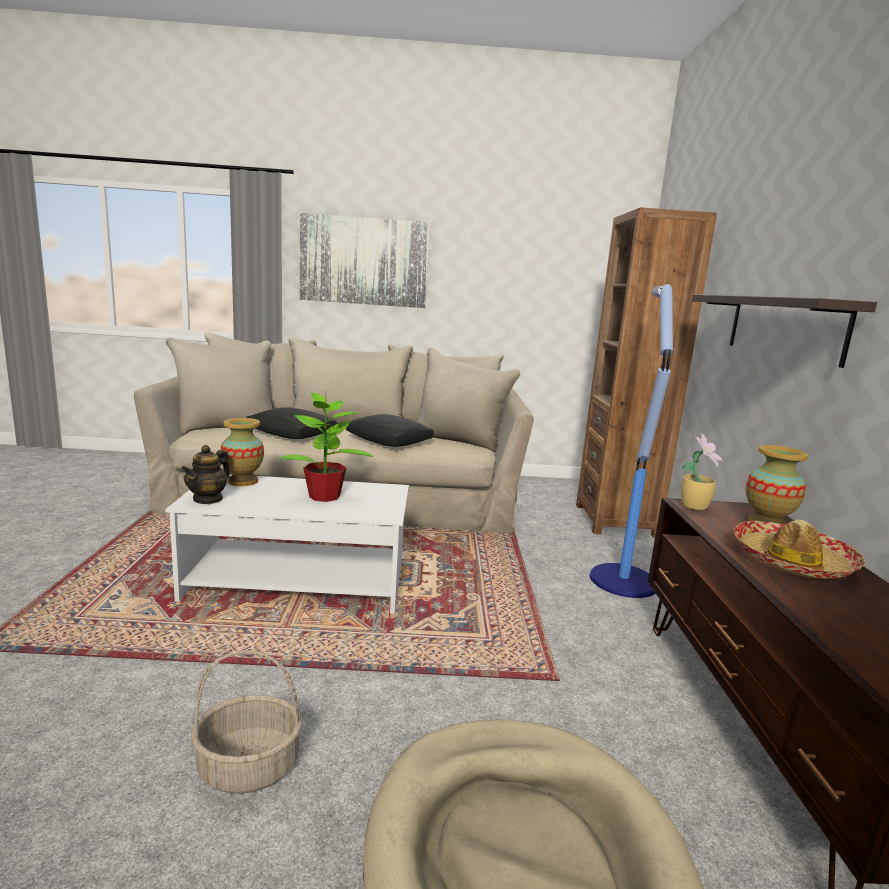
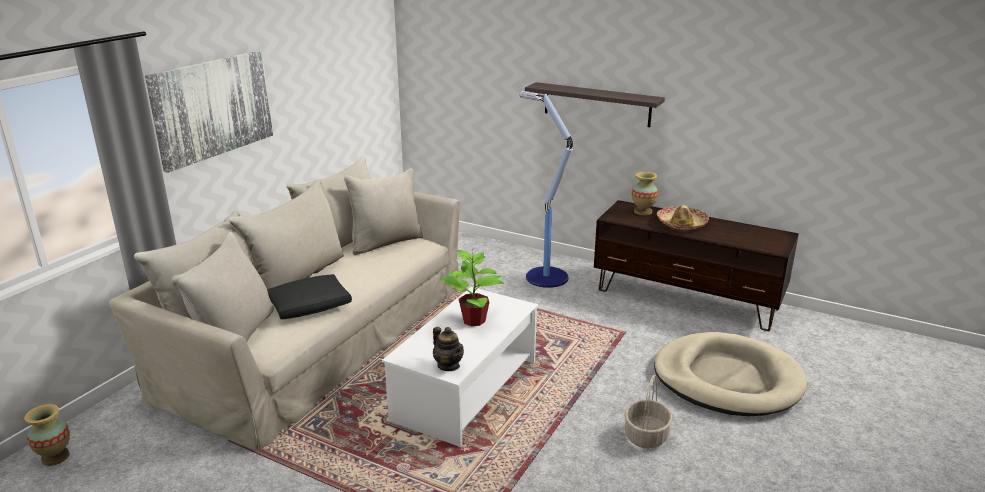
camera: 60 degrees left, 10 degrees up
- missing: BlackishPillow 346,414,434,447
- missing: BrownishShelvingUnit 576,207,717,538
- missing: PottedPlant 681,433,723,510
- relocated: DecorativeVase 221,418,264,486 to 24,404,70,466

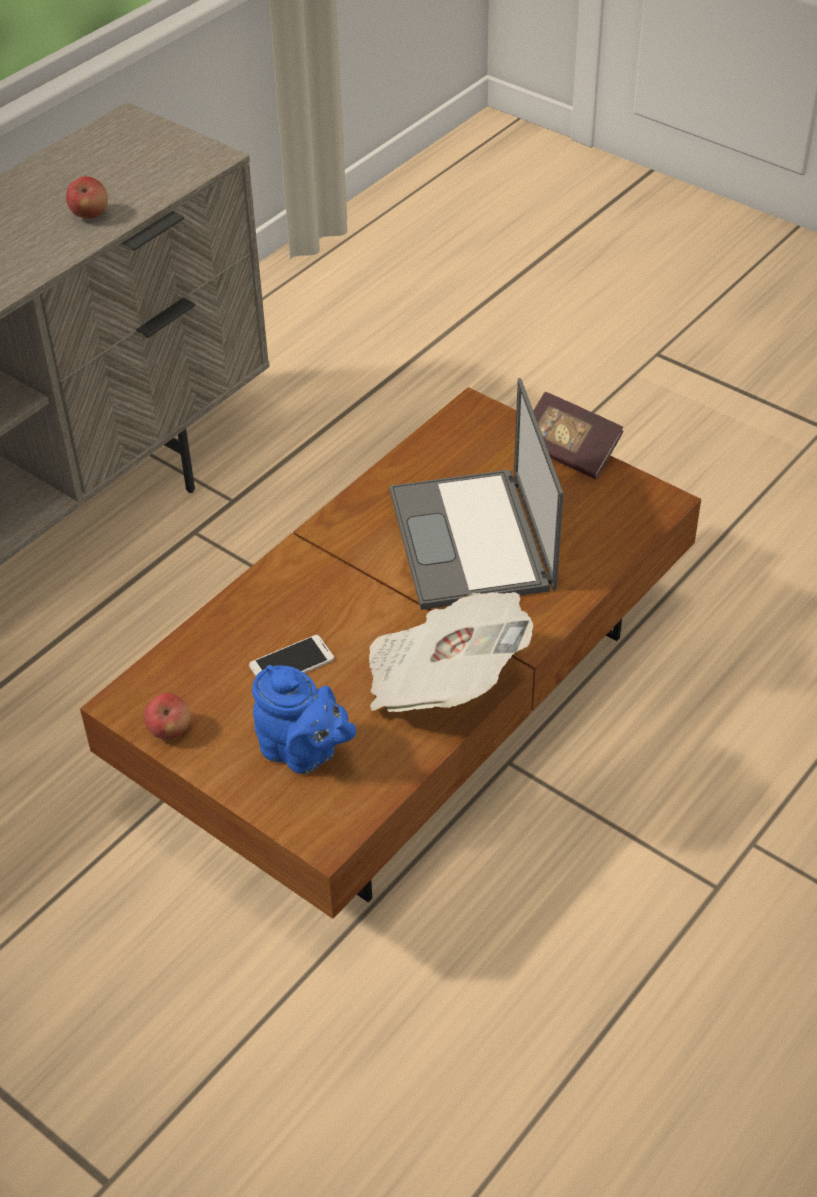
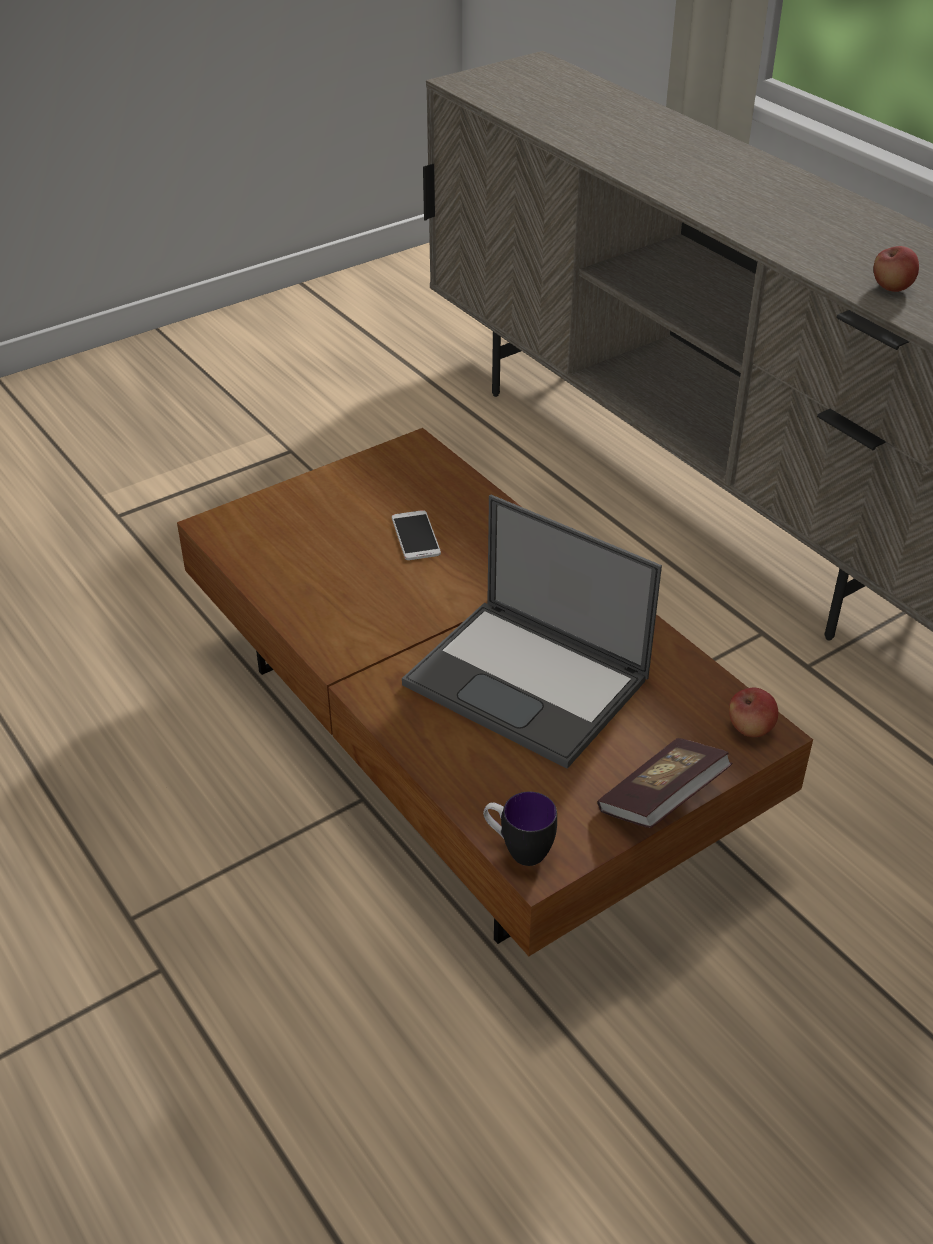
camera: 105 degrees right, 5 degrees down
- missing: BlueTeaPot 252,665,356,774
- missing: DailyPaper 369,592,533,712
- appeared: Mug 483,791,557,866
- relocated: AppleFruit 144,693,191,739 to 729,687,778,737
- spun: NotebookComputer 390,378,564,610 = 402,494,662,769 150 degrees counterclockwise

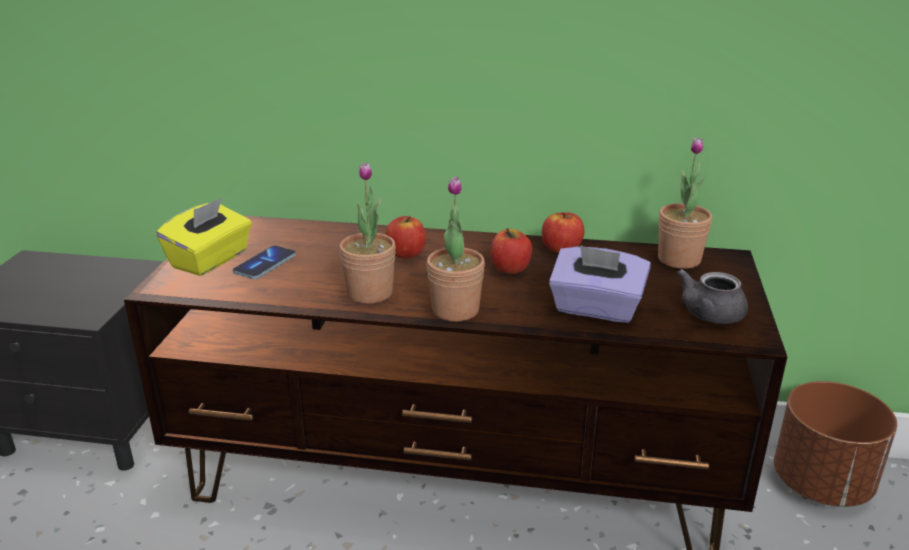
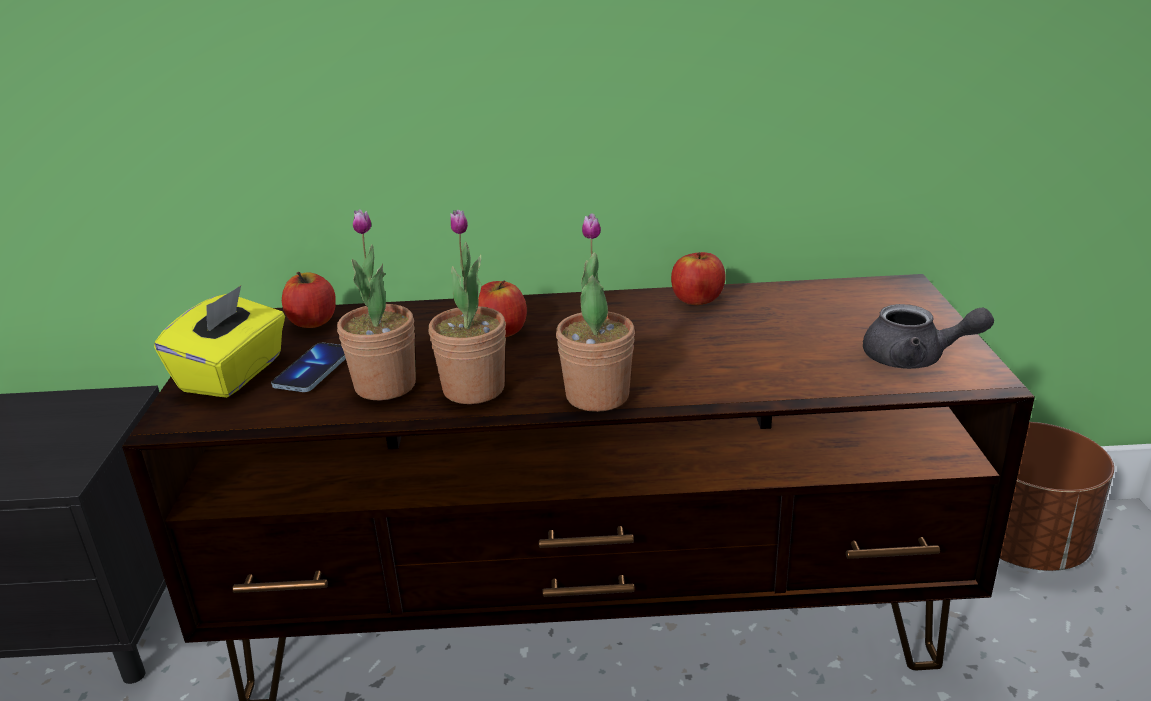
camera: 10 degrees left, 0 degrees up
- missing: PurpleColouredTissueBox 549,245,651,323
- relocated: AppleFruit 490,228,532,274 to 282,272,336,328
- relocated: PottedPlant 658,137,712,269 to 337,209,416,401
- spun: GrayTeaPot 677,269,748,324 = 863,304,994,369 105 degrees counterclockwise

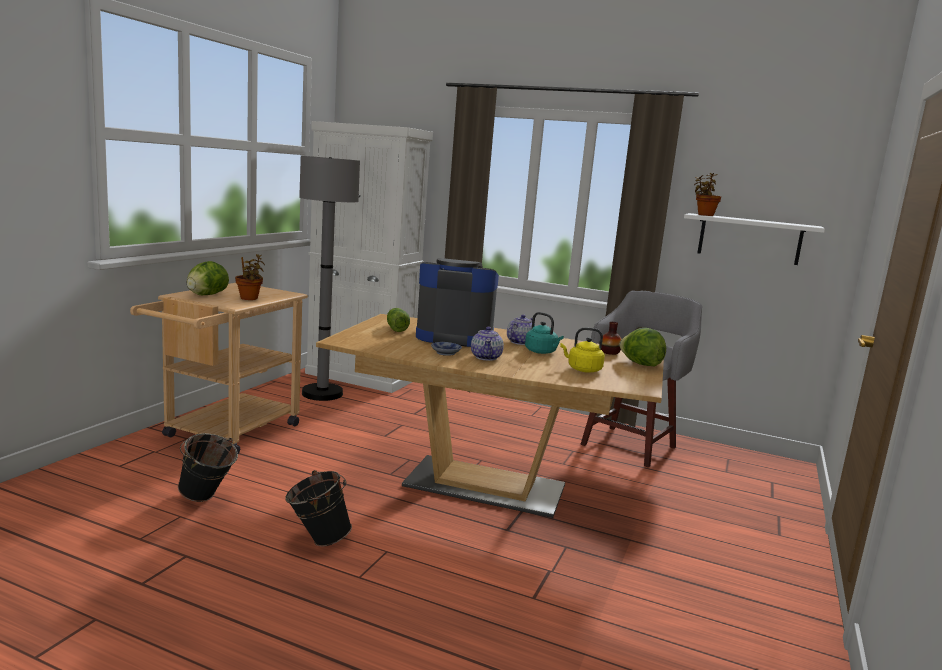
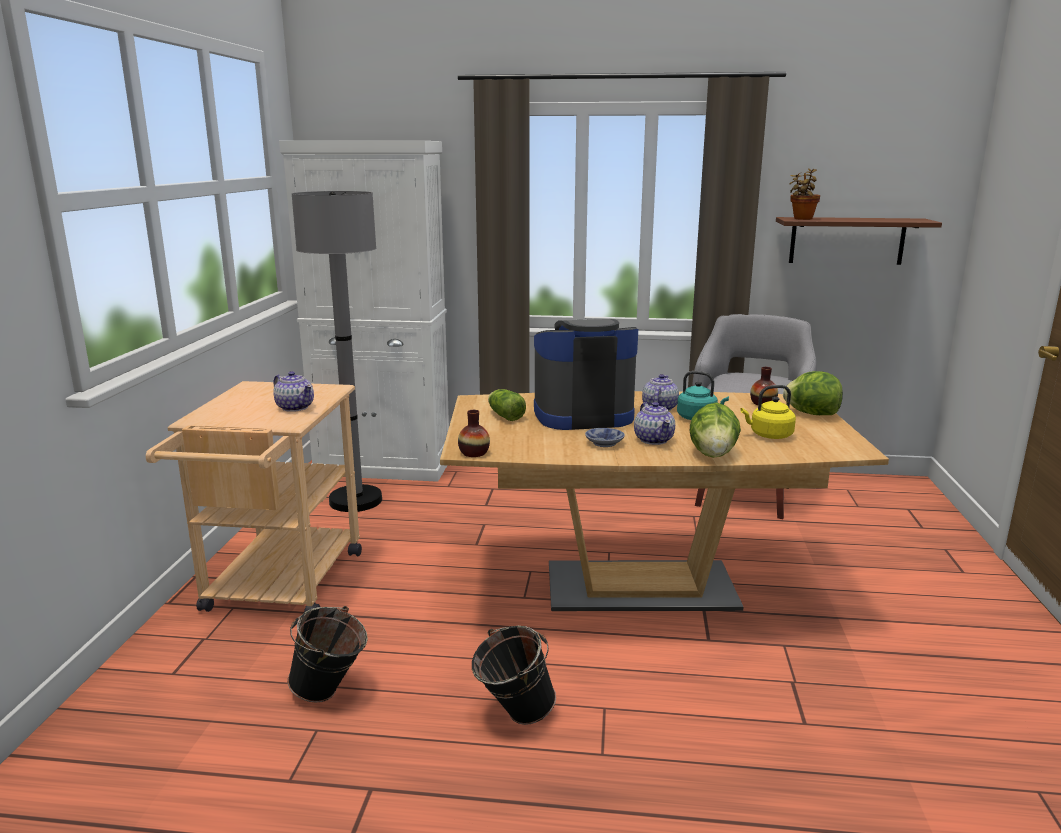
camera: 15 degrees left, 5 degrees up
- appeared: DecorativeVase 458,410,490,457
- relocated: LettuceHead 186,261,229,295 to 689,403,741,458
- exchanged: PottedPlant 235,254,265,300 to TeaPot 273,371,314,412
- colour: WhitishShelf 684,213,825,265 to BrownishShelf 776,217,942,265

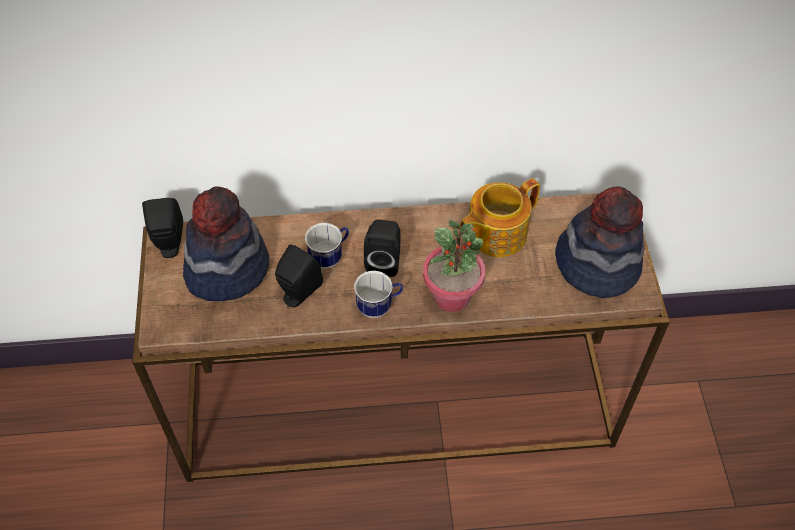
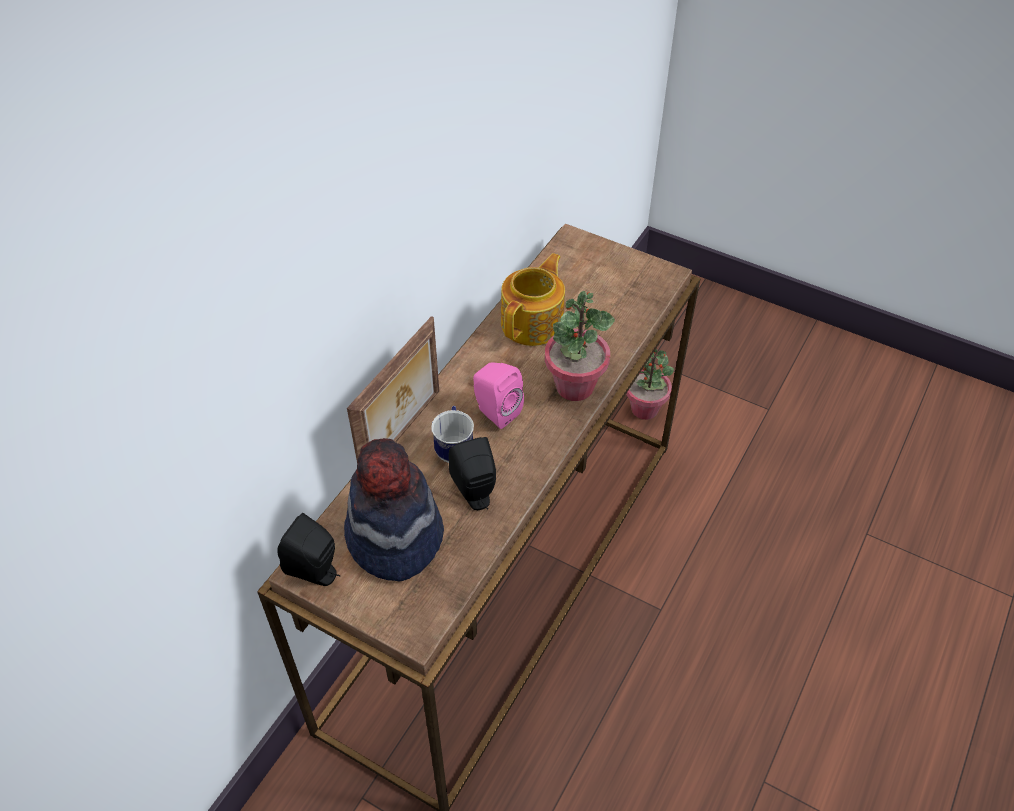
camera: 55 degrees left, 5 degrees down
- missing: Mug 354,271,403,318
- missing: Hat 555,187,645,298
- appeared: StandingFrame 347,316,439,460
- appeared: PottedPlant 626,349,674,420
- colour: BlackishLoudspeaker 364,220,400,277 to PinkLoudspeaker 473,362,524,429
- spun: TeaPot 460,178,540,257 = 501,253,565,346 150 degrees counterclockwise

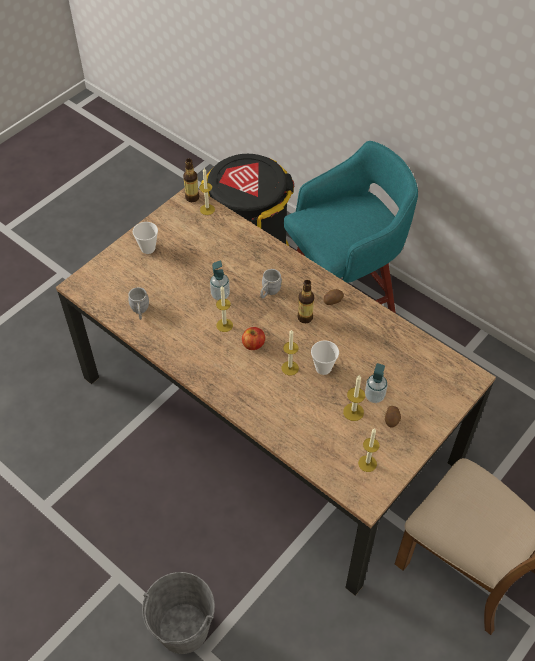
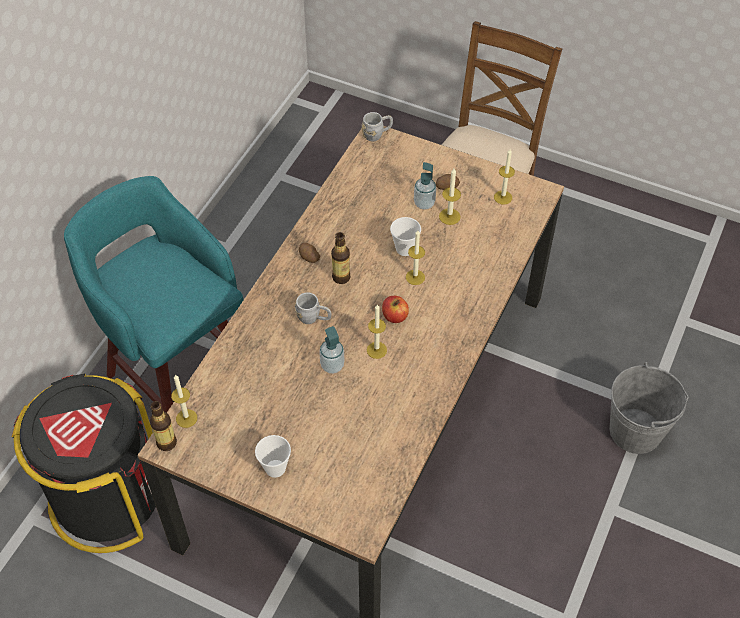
camera: 105 degrees left, 0 degrees up
- relocated: GrayMug 128,287,149,320 to 362,112,393,141

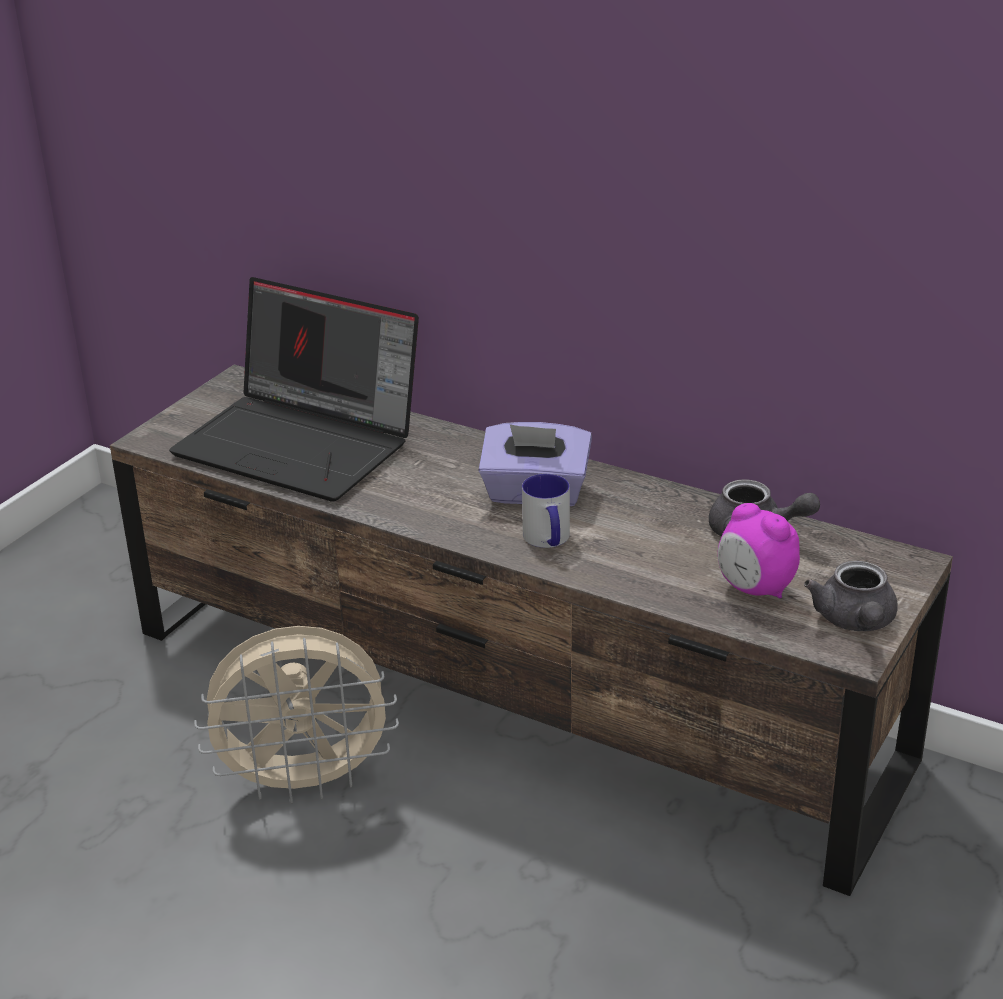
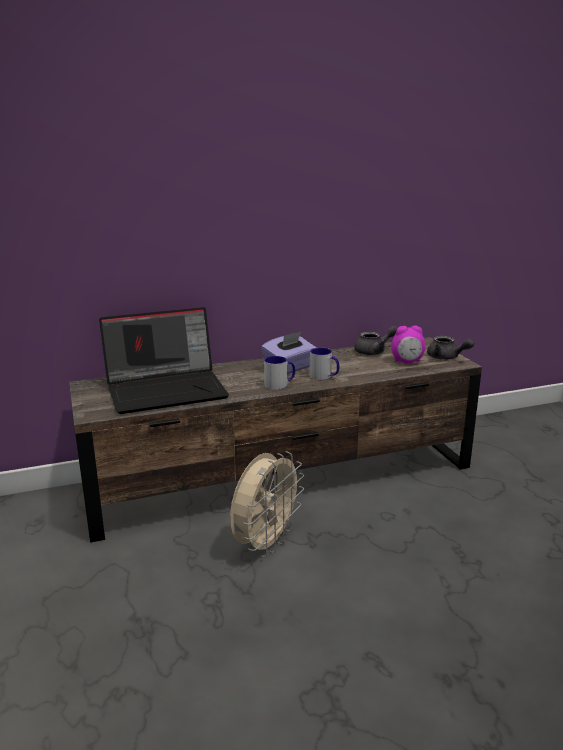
camera: 50 degrees left, 10 degrees down
- appeared: Mug 264,356,295,390

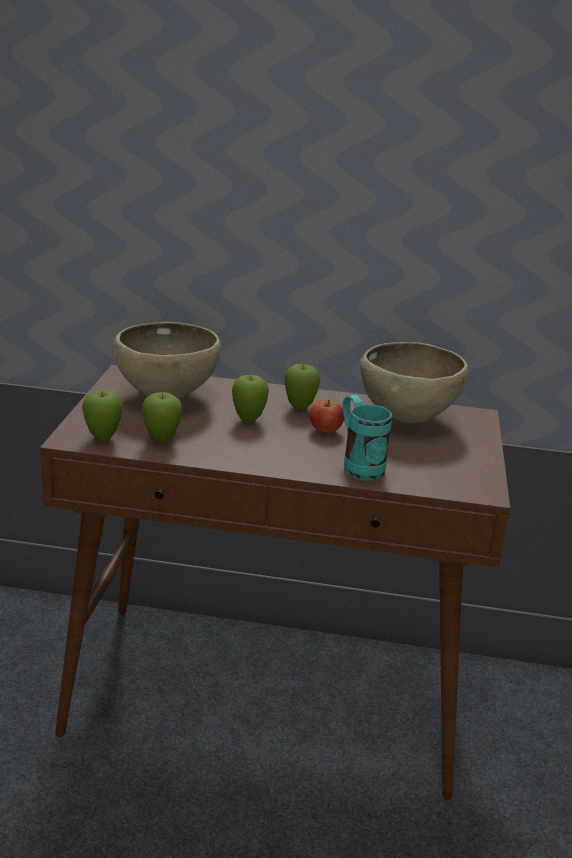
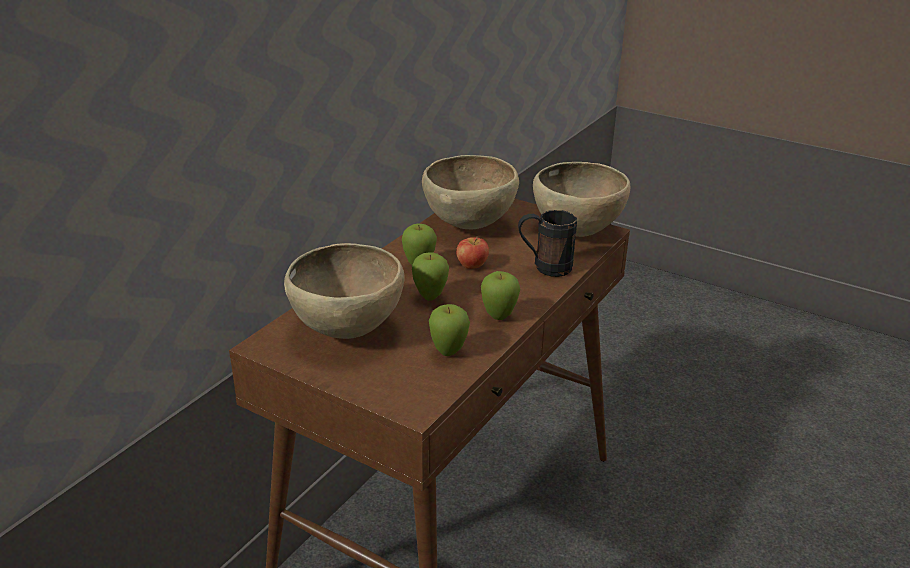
camera: 65 degrees left, 5 degrees up
- appeared: BrownishDeepDish 533,162,630,237
- relocated: AppleFruit 82,390,122,441 to 481,271,520,320
- colour: TurquoiseMug 342,395,392,481 to BlackishMug 518,210,577,277

